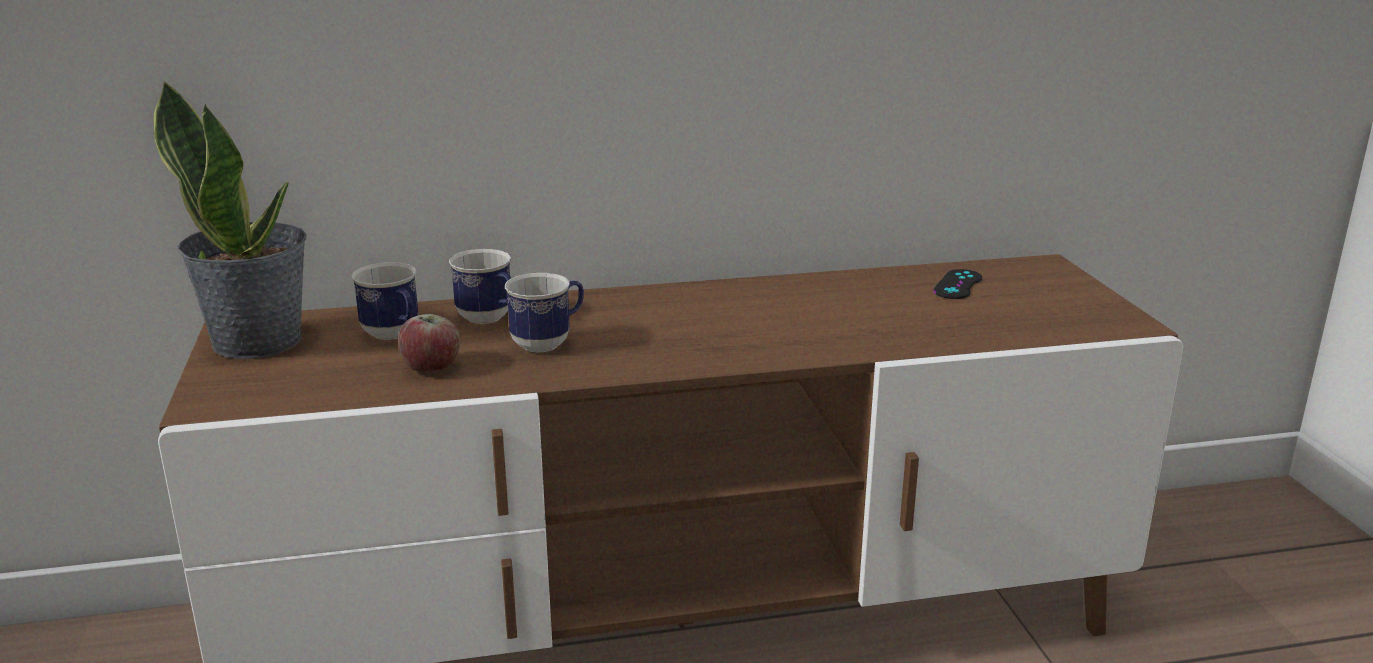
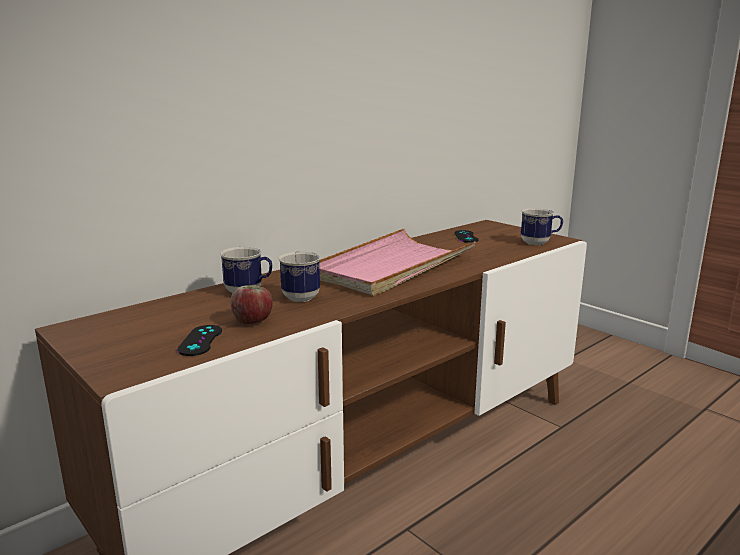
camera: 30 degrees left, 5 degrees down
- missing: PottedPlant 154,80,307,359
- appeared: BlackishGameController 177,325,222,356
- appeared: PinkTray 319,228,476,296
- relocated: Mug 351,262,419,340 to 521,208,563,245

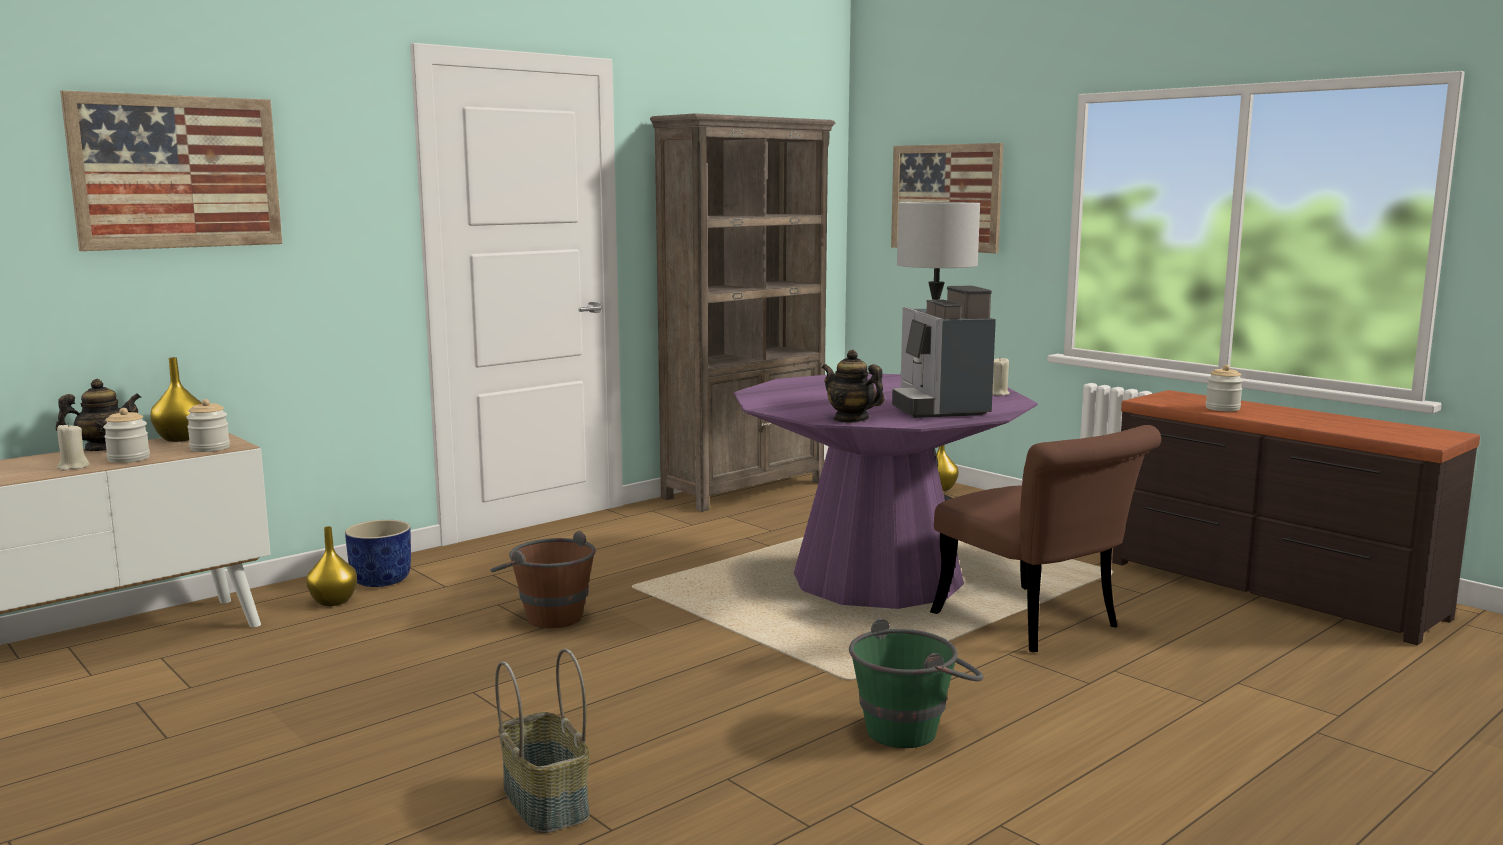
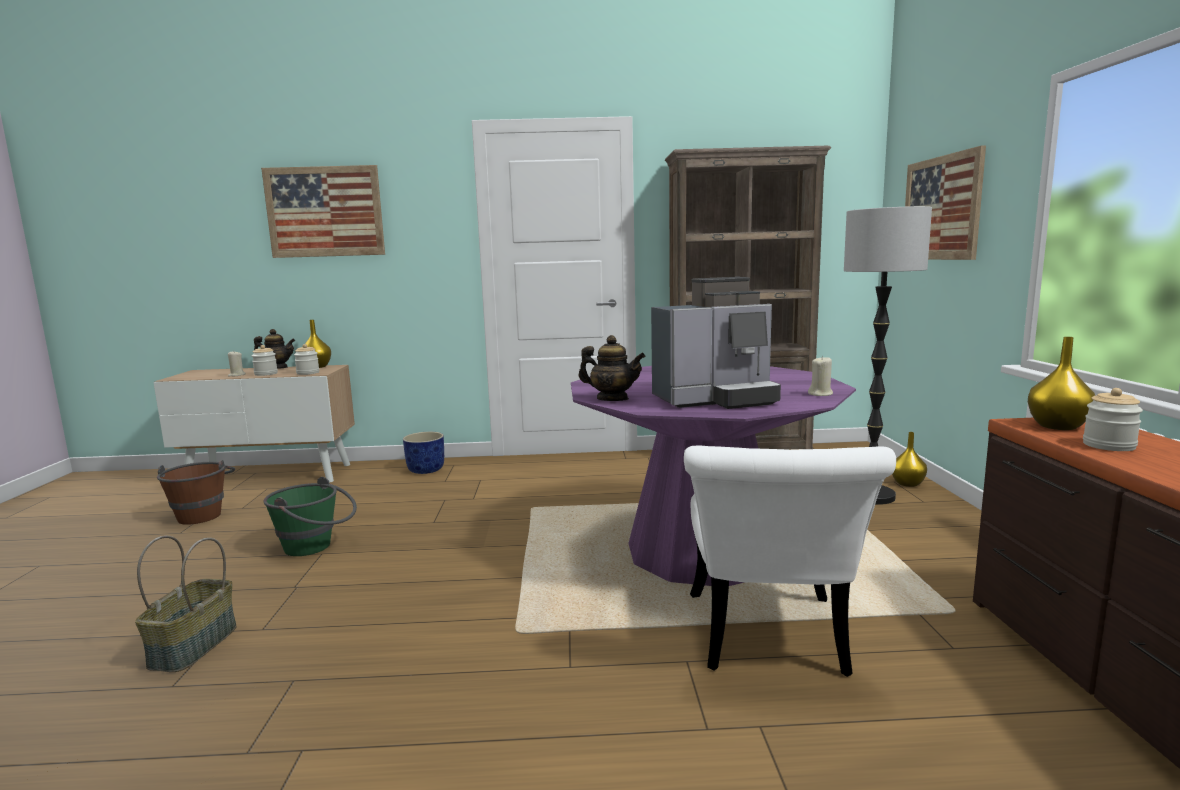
camera: 40 degrees right, 0 degrees up
- relocated: YellowishDecorativeVase 306,526,357,606 to 1028,337,1095,430
- relocated: BrownishPail 491,531,596,628 to 157,460,235,525
- relocated: GreenColouredPail 849,619,984,748 to 263,477,357,556
- colour: BrownishChair 930,425,1161,652 to WhitishChair 684,446,896,677
- spun: TeaPot 822,350,884,423 = 578,335,646,401 120 degrees clockwise
- spun: CoffeeBrewer 892,286,996,418 = 651,277,781,409 135 degrees counterclockwise

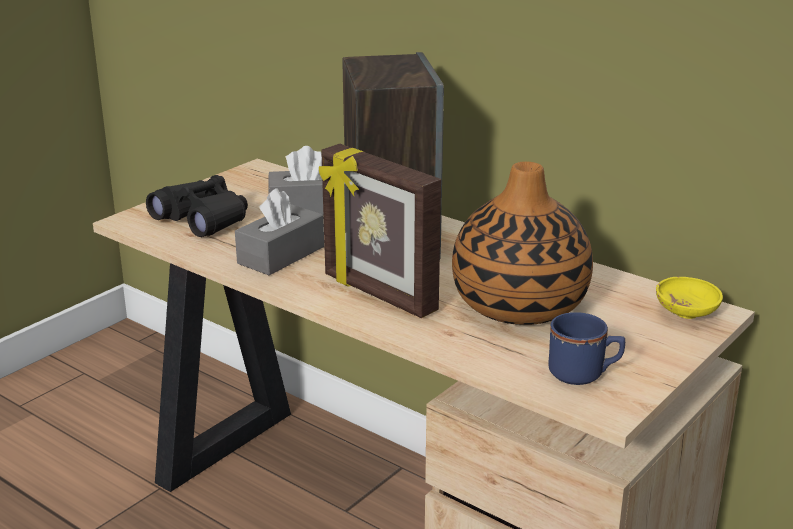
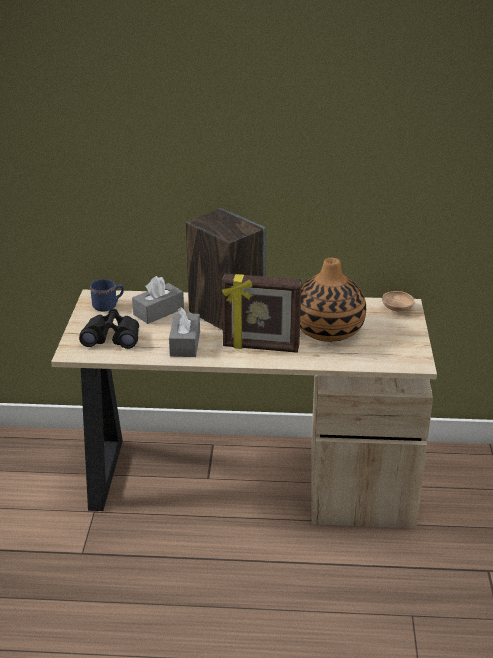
camera: 35 degrees left, 5 degrees up
- relocated: BlueMug 549,312,625,385 to 90,279,124,312
- colour: YellowishDeepDish 656,277,723,319 to BrownishDeepDish 382,291,415,312

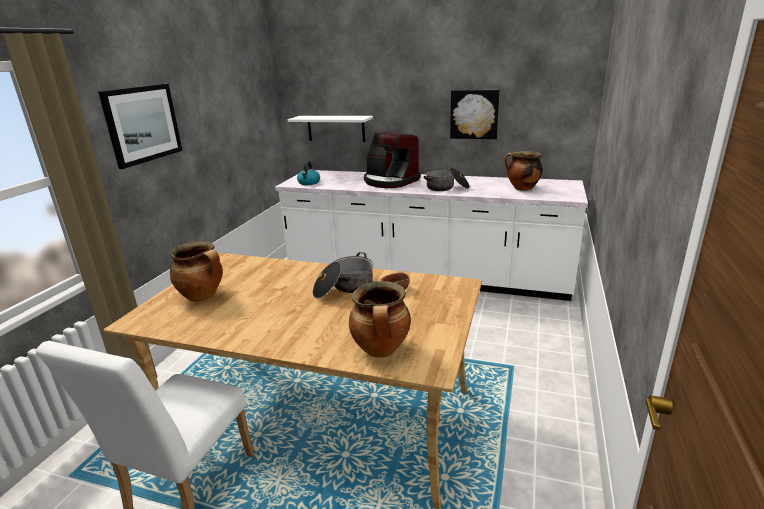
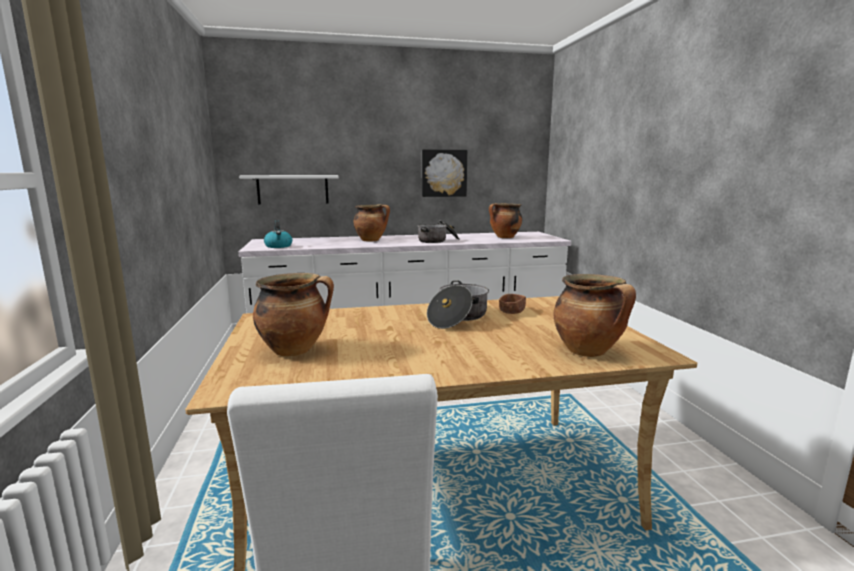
camera: 30 degrees left, 10 degrees down
- missing: WallPicture 98,84,183,169
- exchanged: CoffeeBrewer 364,132,421,188 to Saucepot 353,204,390,241

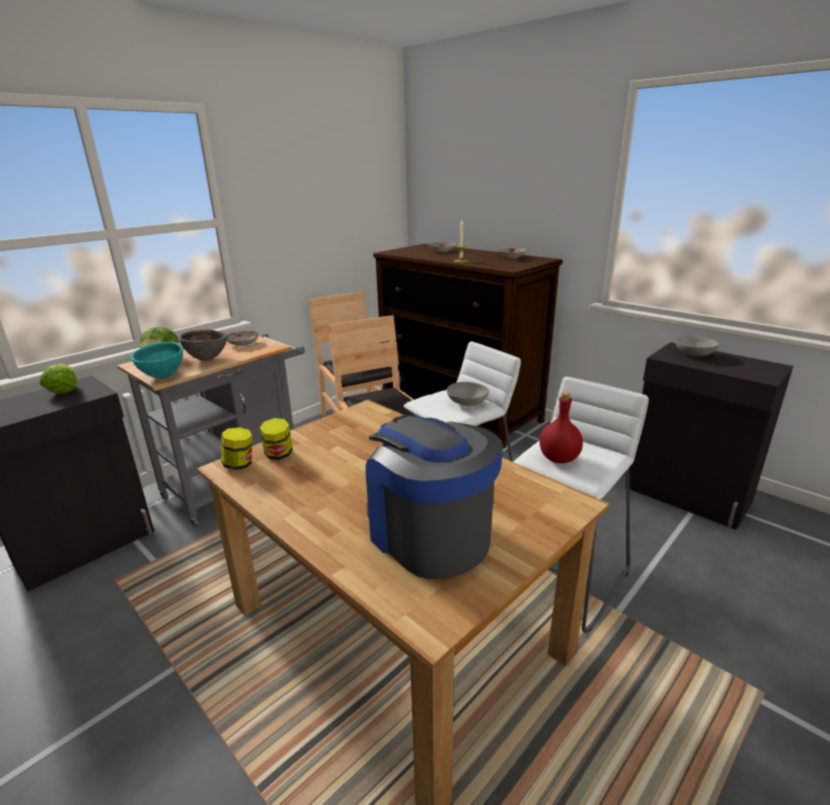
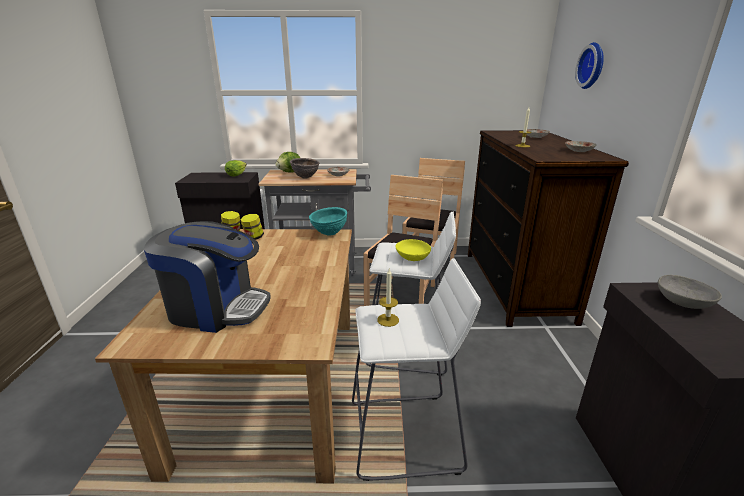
camera: 45 degrees right, 0 degrees up
- appeared: WallClock 575,42,604,89
- relocated: TurquoiseDeepDish 131,341,183,379 to 309,207,347,236
- exchanged: ReddishBottle 539,392,583,463 to Candle 377,269,399,327
- colour: GrayDeepDish 447,382,489,406 to YellowishDeepDish 395,239,431,261
- spun: CoffeeBrewer 366,415,503,579 = 144,221,271,333 90 degrees clockwise

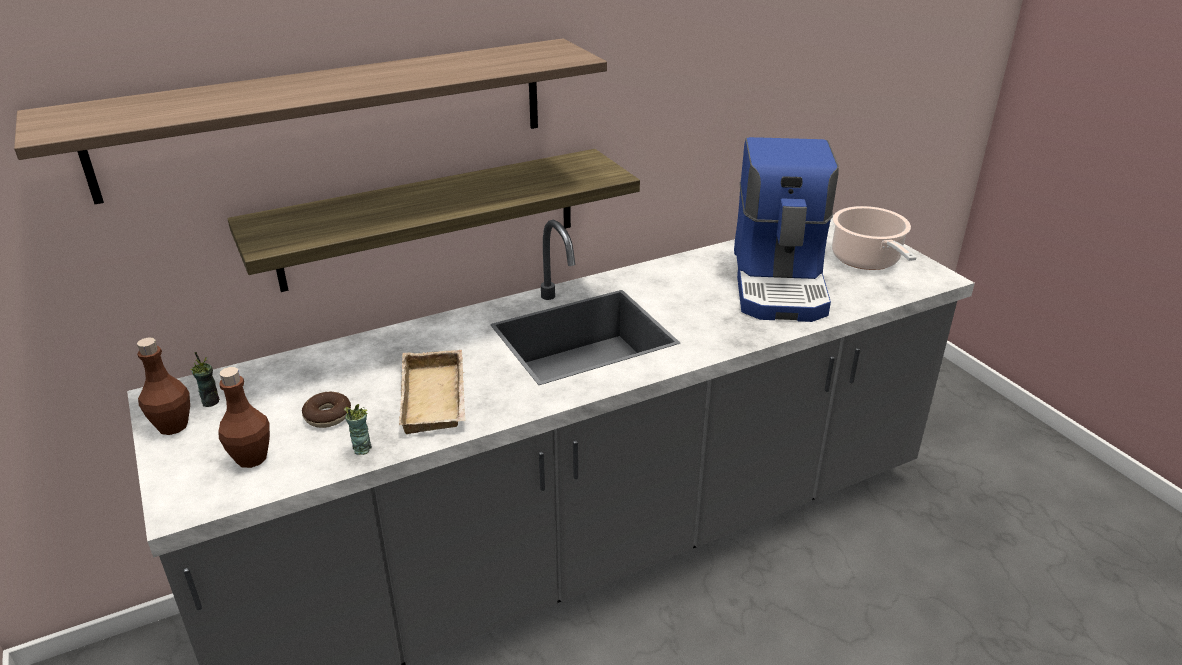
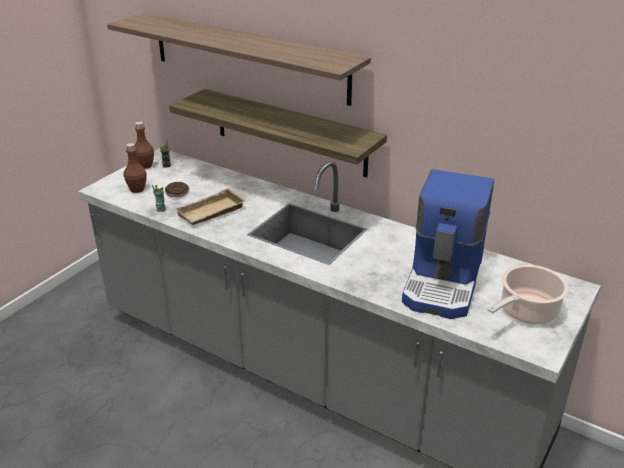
camera: 60 degrees right, 0 degrees up
- spun: CoffeeBrewer 734,137,839,322 = 402,169,494,319 45 degrees counterclockwise

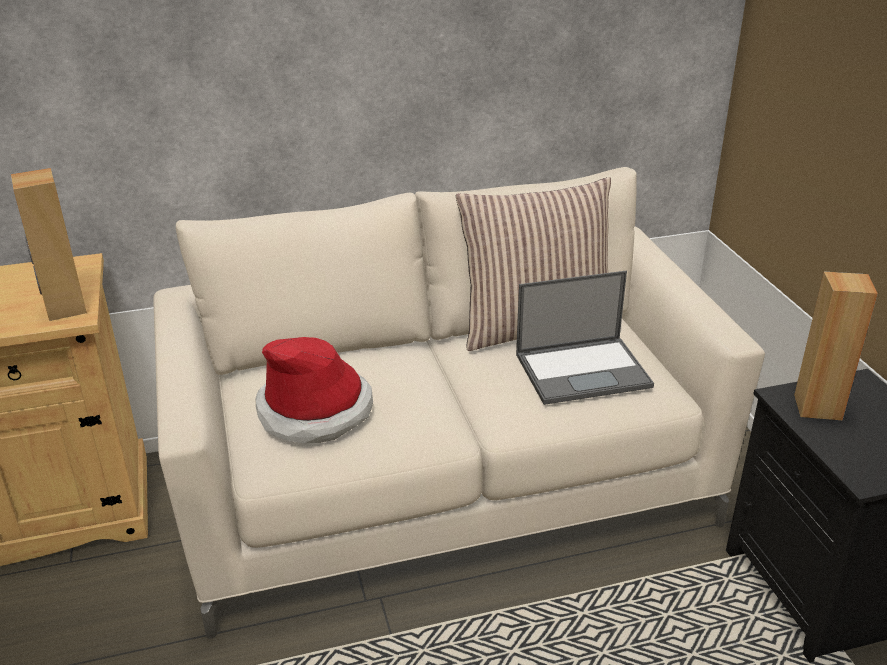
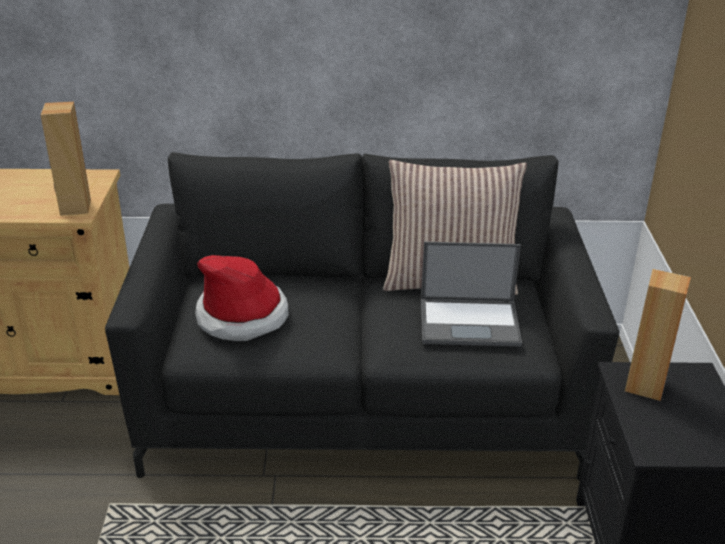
camera: 15 degrees right, 0 degrees up
- colour: BeigeColouredSofa 153,167,765,639 to BlackishSofa 105,152,619,480

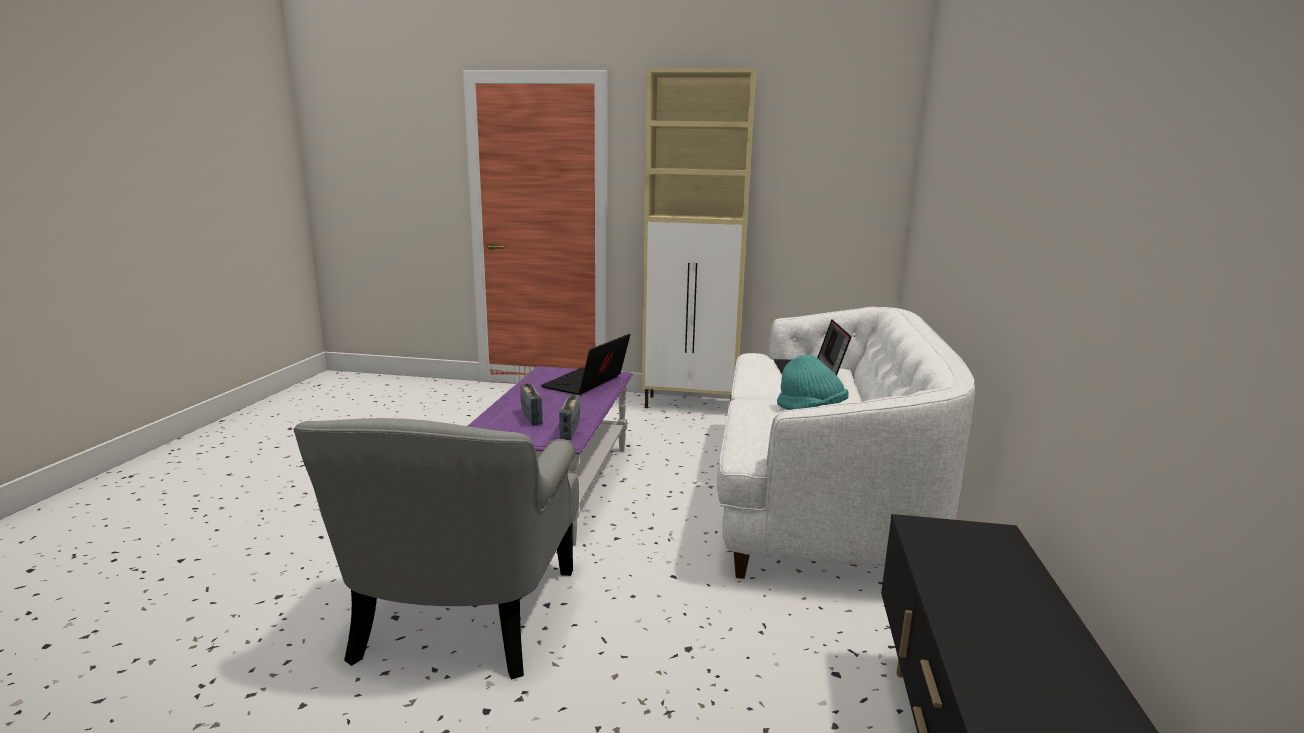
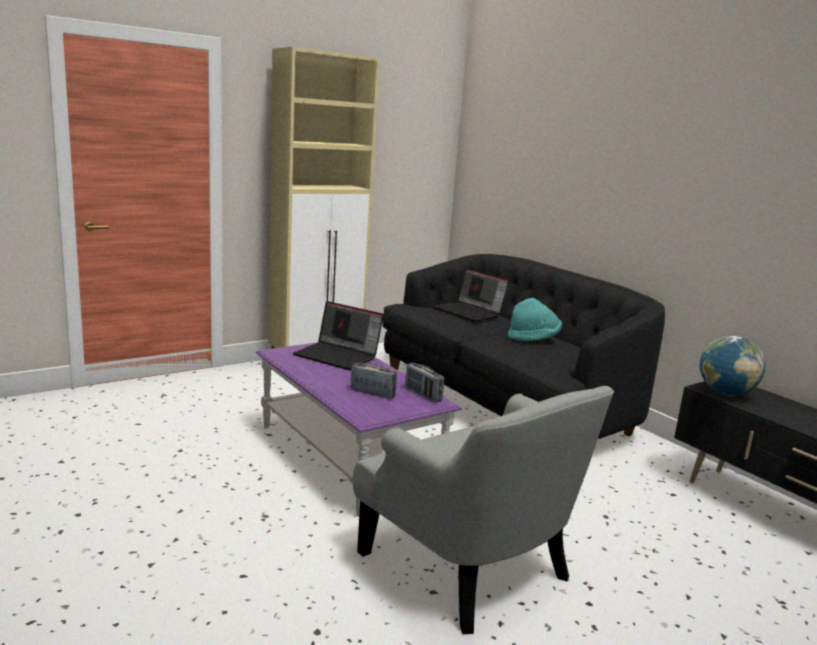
camera: 45 degrees left, 0 degrees up
- appeared: DeskGlobe 700,336,765,396
- colour: WhitishSofa 717,307,975,579 to BlackishSofa 383,254,665,439
- spun: NotebookComputer 541,334,630,395 = 293,301,384,370 45 degrees counterclockwise

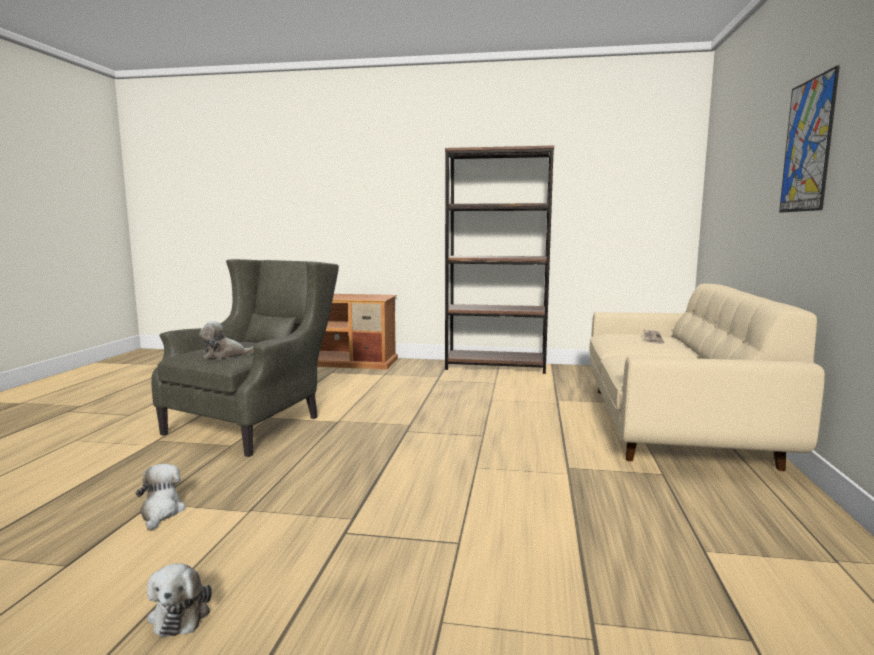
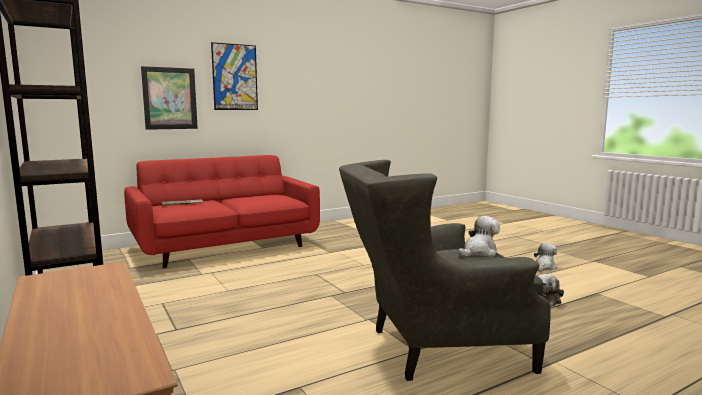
camera: 130 degrees left, 0 degrees up
- appeared: WallPicture 141,66,198,130
- colour: BeigeColouredSofa 590,284,825,471 to ReddishSofa 124,155,320,268
- spun: PlushToy 199,321,254,359 = 458,216,500,257 75 degrees counterclockwise

